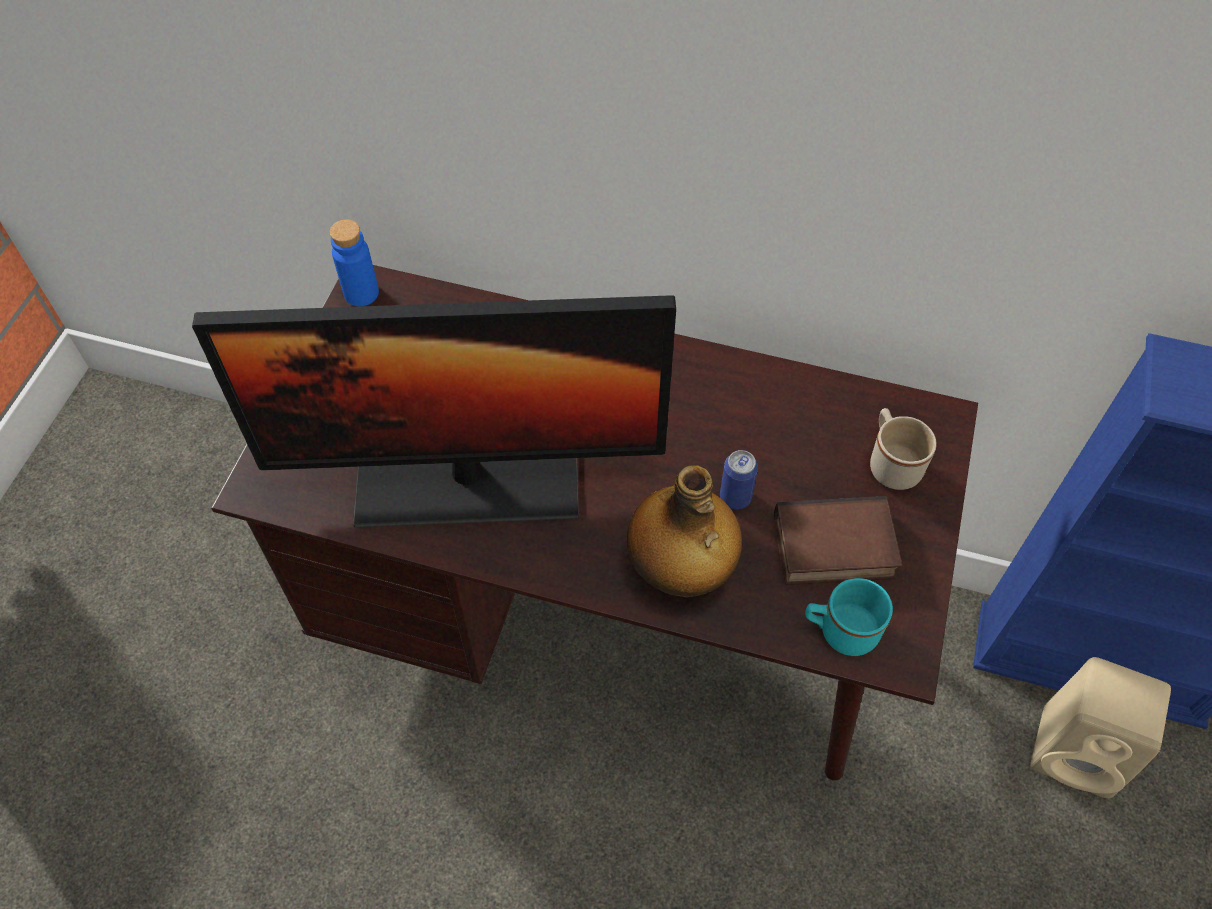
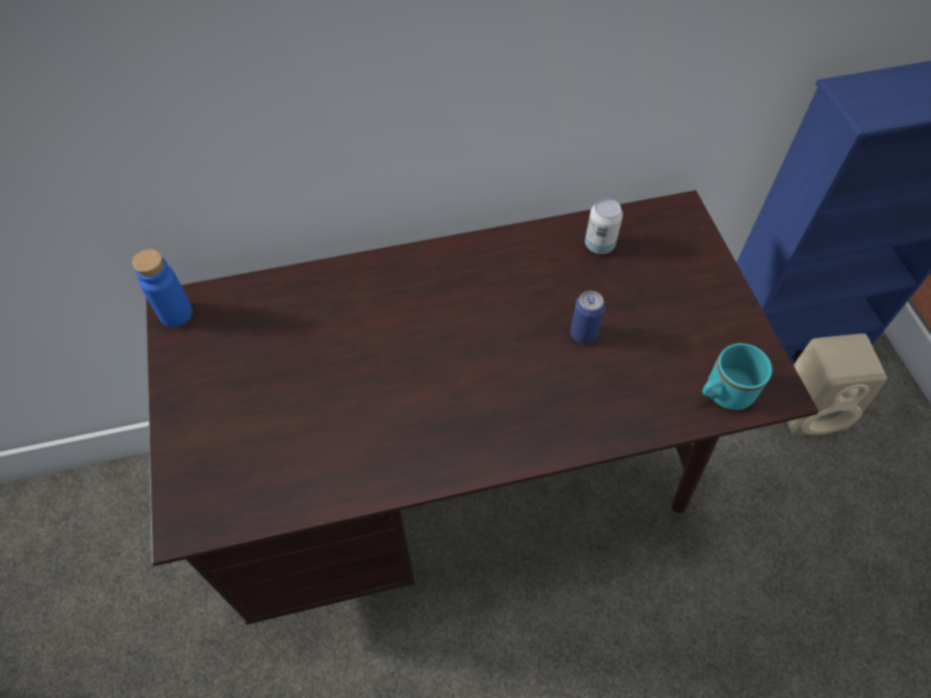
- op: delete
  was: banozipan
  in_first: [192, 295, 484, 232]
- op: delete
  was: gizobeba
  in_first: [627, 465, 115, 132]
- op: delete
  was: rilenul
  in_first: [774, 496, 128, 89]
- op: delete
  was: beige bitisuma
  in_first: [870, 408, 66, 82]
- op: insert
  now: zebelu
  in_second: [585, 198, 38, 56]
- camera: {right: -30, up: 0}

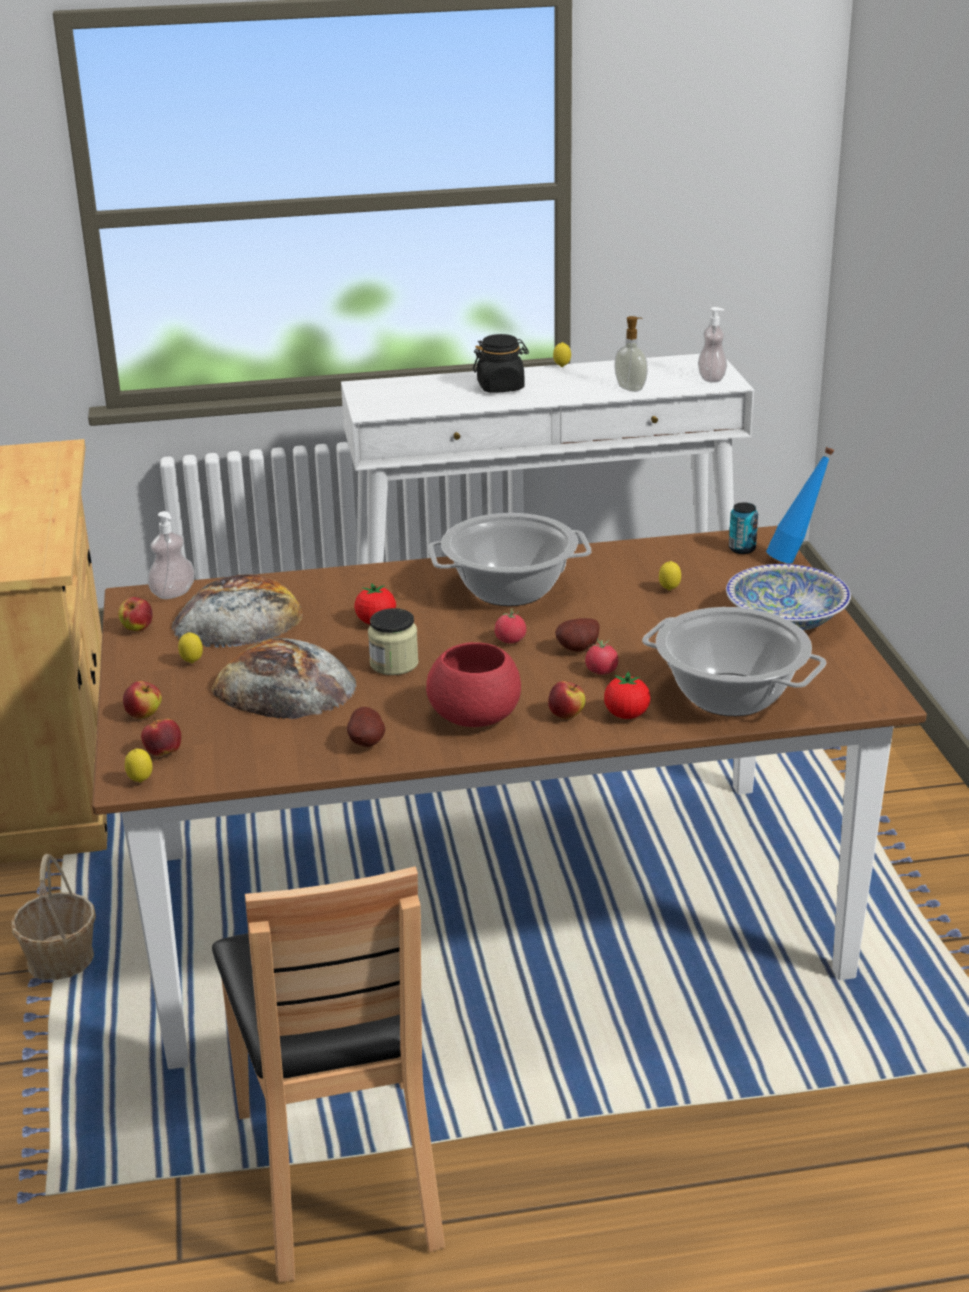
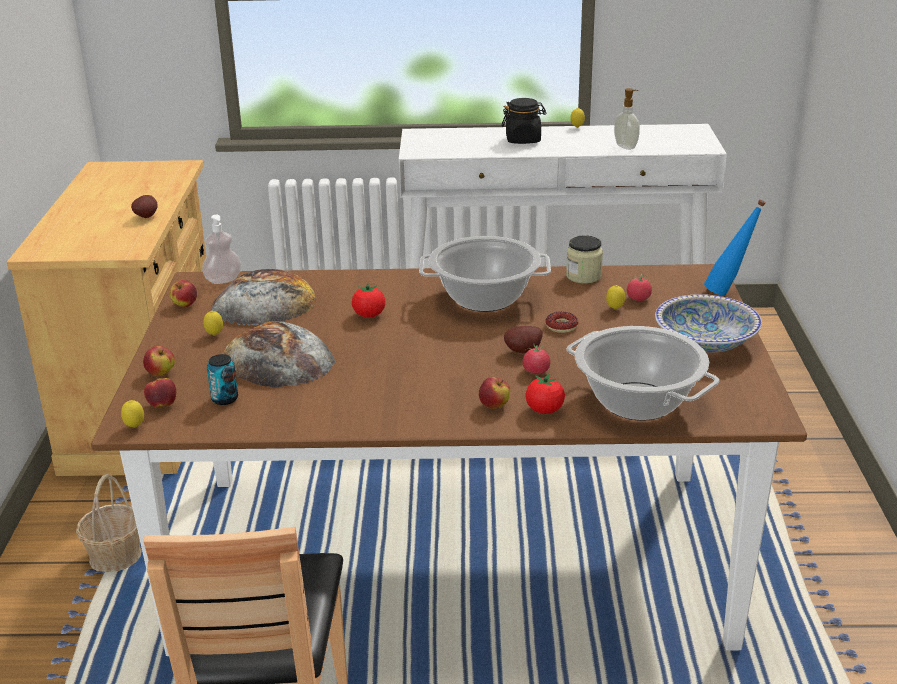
- op: move
  was: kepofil
  in_first: [347, 707, 38, 40]
  in_second: [131, 195, 27, 23]
- op: move
  was: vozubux
  in_first: [368, 608, 51, 67]
  in_second: [566, 235, 37, 49]
- op: delete
  was: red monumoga
  in_first: [426, 642, 95, 85]
- op: move
  was: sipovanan
  in_first: [495, 608, 31, 35]
  in_second: [627, 274, 25, 27]
- op: delete
  was: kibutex
  in_first: [698, 307, 29, 75]
- op: move
  was: zebelu
  in_first: [729, 503, 29, 51]
  in_second: [207, 354, 31, 51]
- op: insert
  now: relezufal
  in_second: [546, 311, 32, 22]
- camera: {right: 10, up: 0}

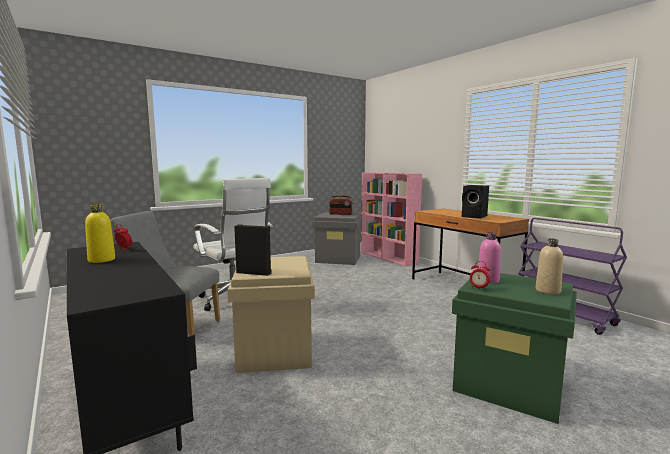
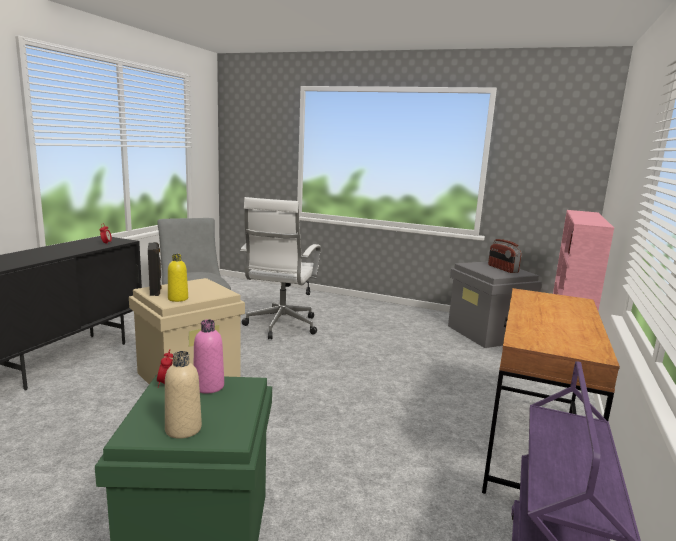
- op: move
  was: yellow gizobeba
  in_first: [85, 205, 30, 58]
  in_second: [168, 254, 20, 48]
- op: delete
  was: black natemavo
  in_first: [462, 185, 27, 34]
- camera: {right: 55, up: 5}

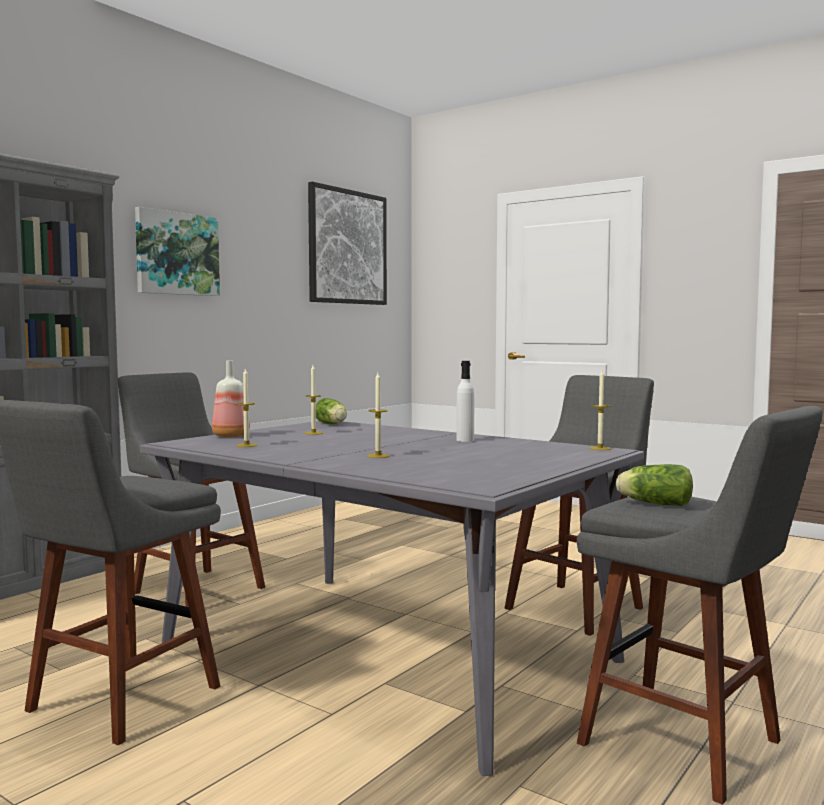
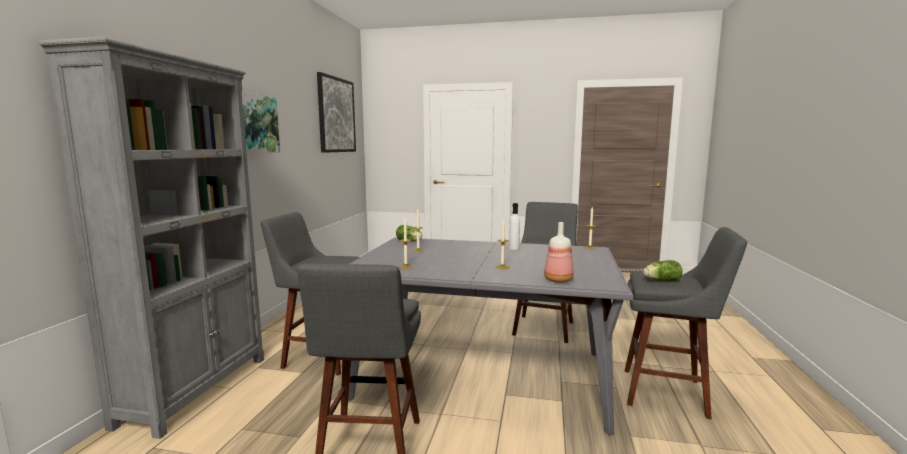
- op: move
  was: gizobeba
  in_first: [212, 360, 38, 77]
  in_second: [544, 222, 30, 60]
- camera: {right: -25, up: 5}

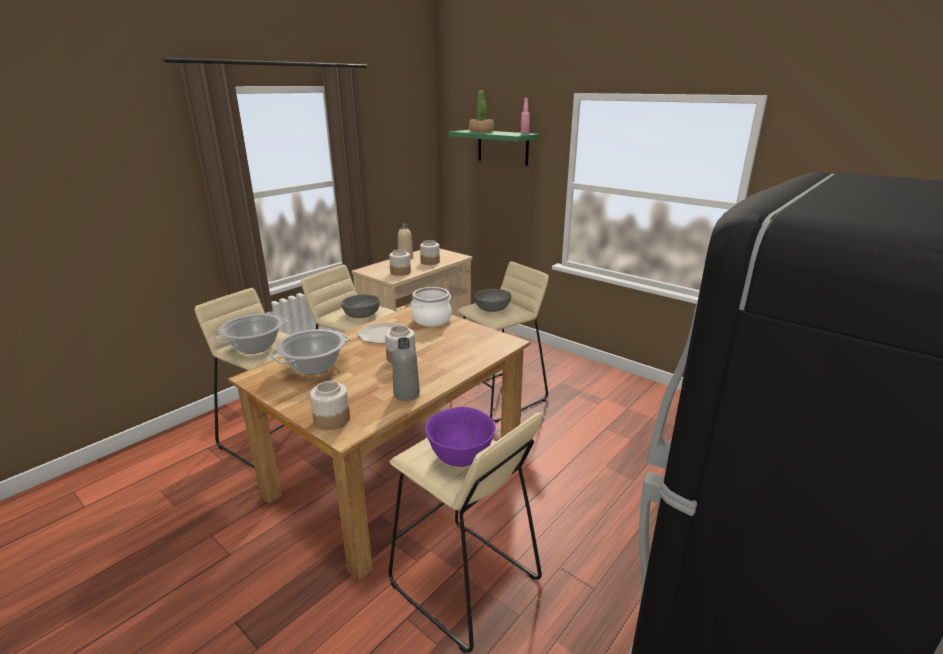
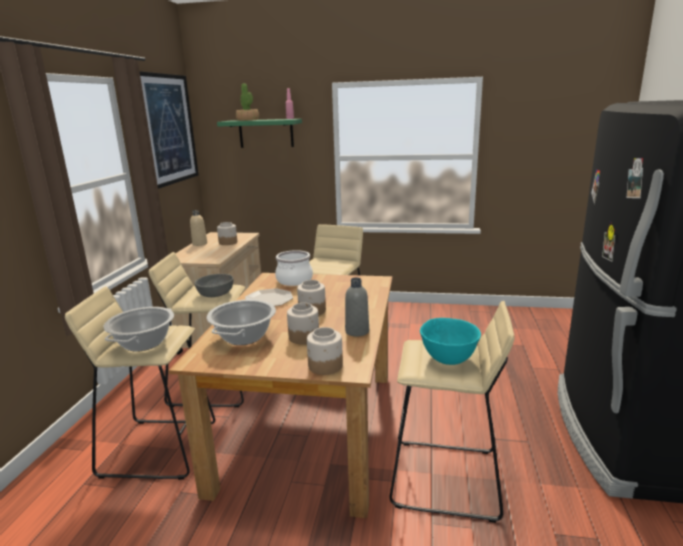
- op: move
  was: vozubux
  in_first: [389, 249, 22, 27]
  in_second: [287, 303, 32, 41]
- op: recolor
  was: purple monumoga
  now: turquoise monumoga
  in_first: [425, 407, 71, 60]
  in_second: [420, 318, 61, 47]
- op: delete
  was: grey monumoga
  in_first: [474, 289, 37, 23]
- op: insert
  now: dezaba
  in_second: [140, 71, 58, 118]
- camera: {right: -30, up: -5}

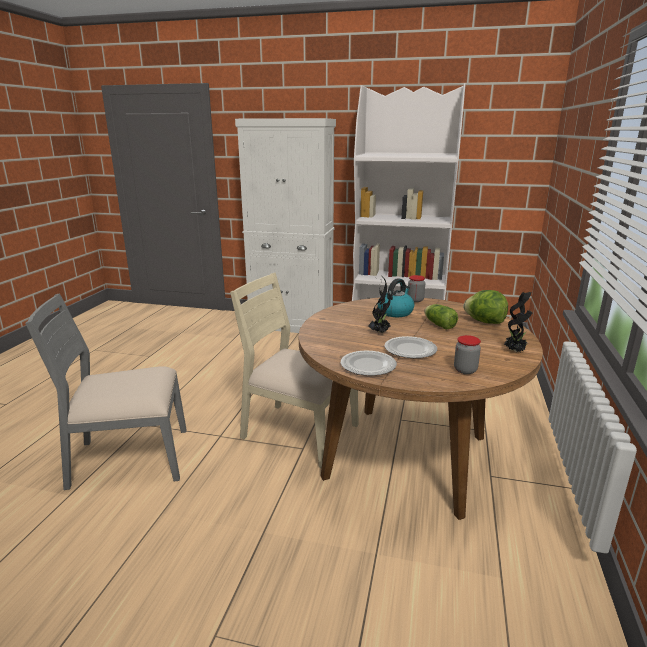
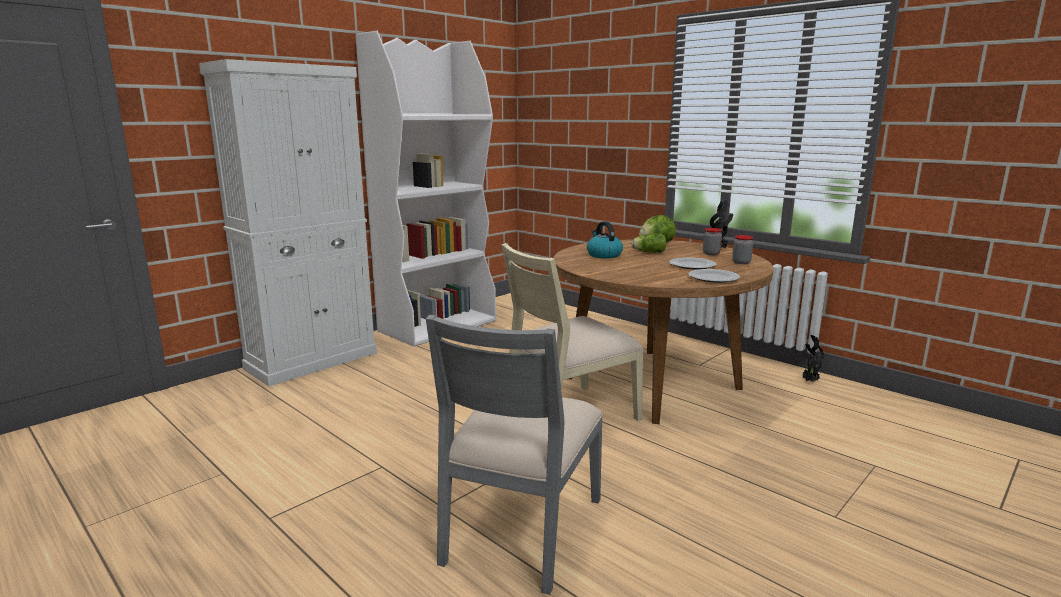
- op: move
  was: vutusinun
  in_first: [368, 278, 23, 55]
  in_second: [802, 335, 22, 47]
- op: move
  was: vozubux
  in_first: [408, 275, 17, 27]
  in_second: [703, 228, 19, 27]
- camera: {right: -60, up: -5}

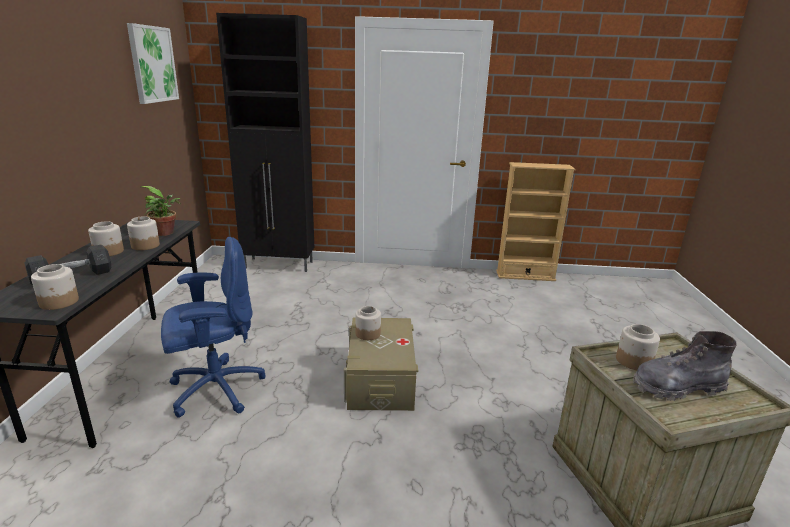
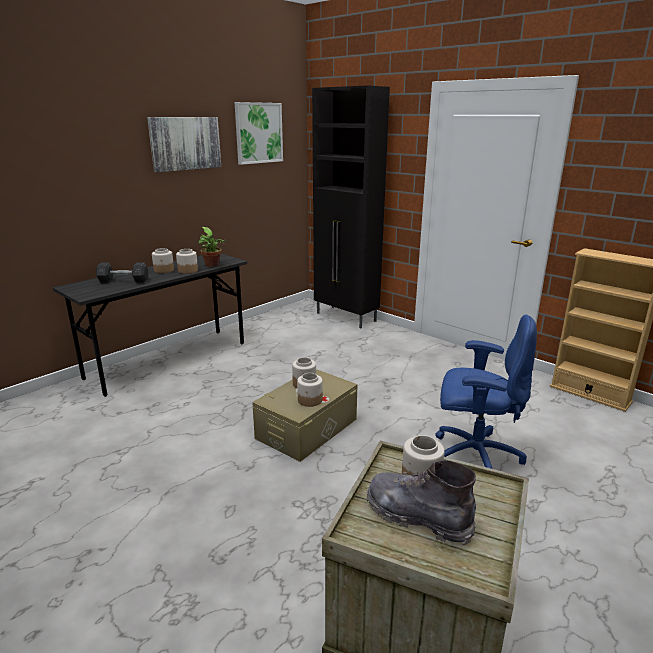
- op: move
  was: vozubux
  in_first: [31, 264, 48, 46]
  in_second: [297, 373, 26, 34]
- op: move
  was: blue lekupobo
  in_first: [161, 237, 104, 181]
  in_second: [435, 314, 102, 155]
- op: insert
  now: dezaba
  in_second: [147, 117, 74, 55]
- camera: {right: 40, up: 0}

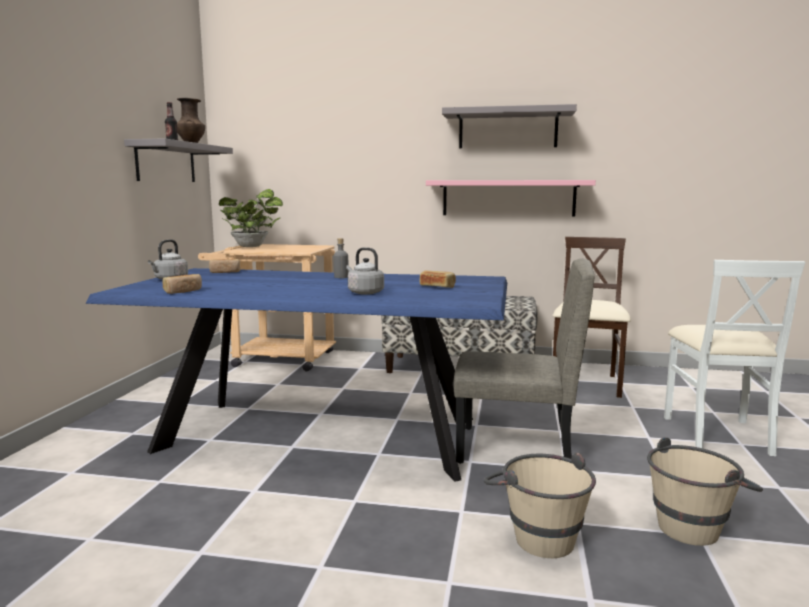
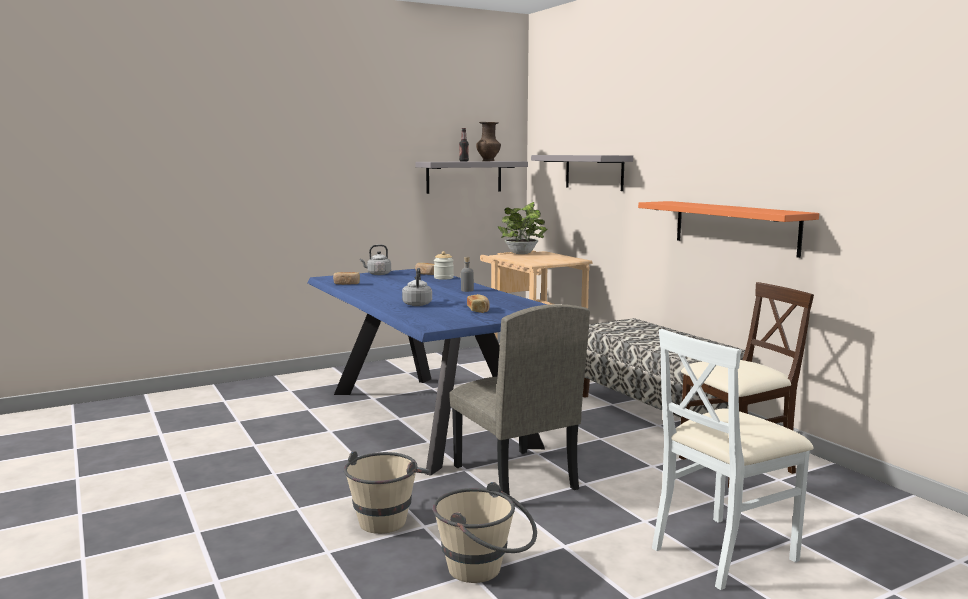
- op: recolor
  was: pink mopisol
  now: orange mopisol
  in_first: [426, 180, 170, 36]
  in_second: [638, 201, 181, 57]
- op: move
  was: grey mopisol
  in_first: [442, 104, 135, 44]
  in_second: [531, 155, 102, 36]
- op: insert
  now: vozubux
  in_second: [434, 251, 20, 28]
- camera: {right: 50, up: 0}

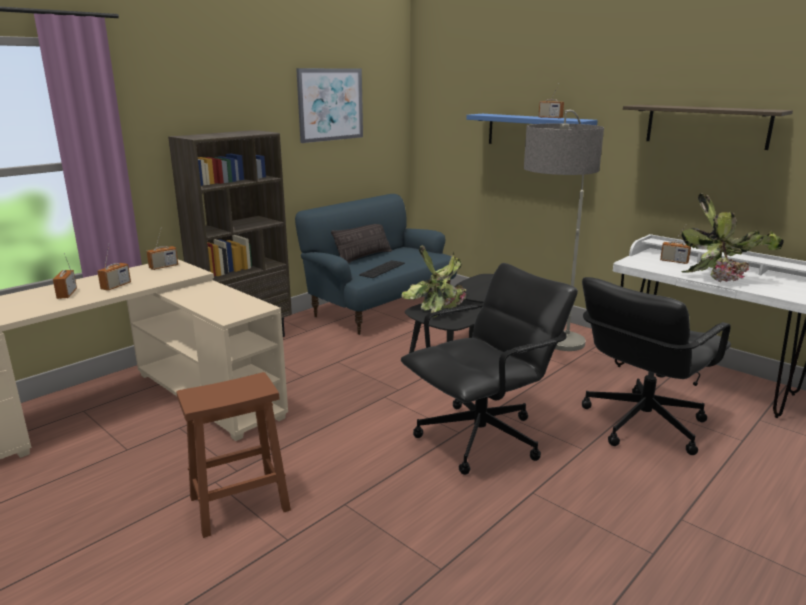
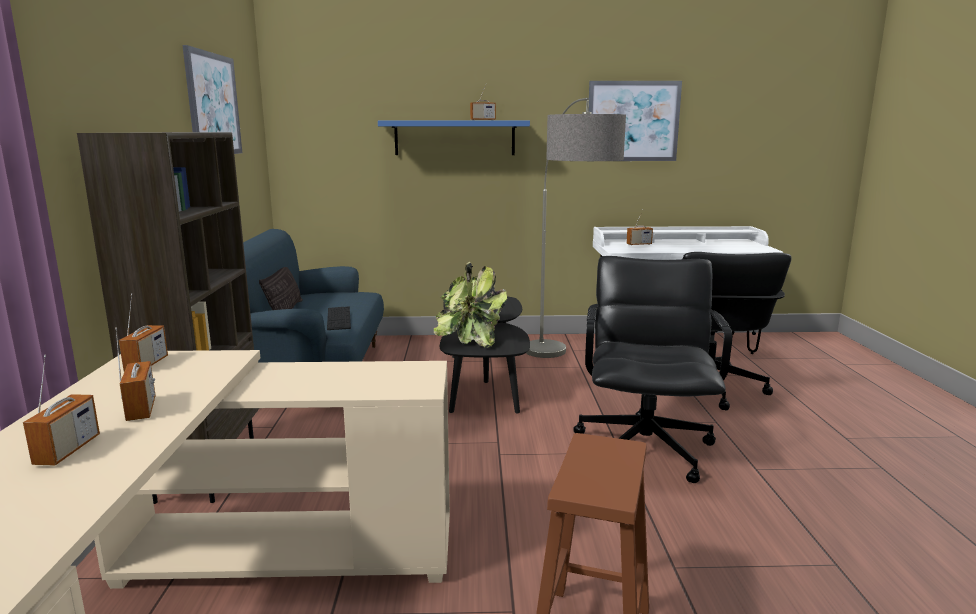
- op: rotate
  was: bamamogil
  in_first: [53, 253, 24, 46]
  in_second: [23, 354, 77, 111]
  clockwise: -120
- op: replace
  was: mopisol
  now: dezaba
  in_first: [623, 105, 170, 45]
  in_second: [588, 81, 94, 80]
- op: delete
  was: vutusinun
  in_first: [681, 193, 103, 90]
- camera: {right: -45, up: -5}

